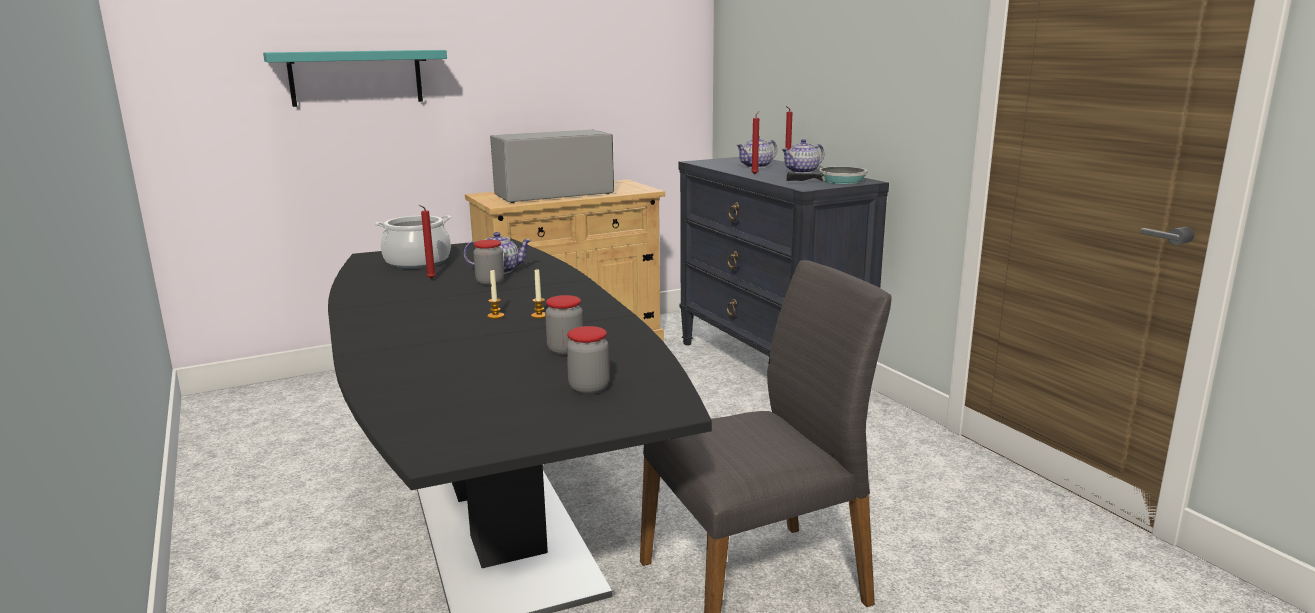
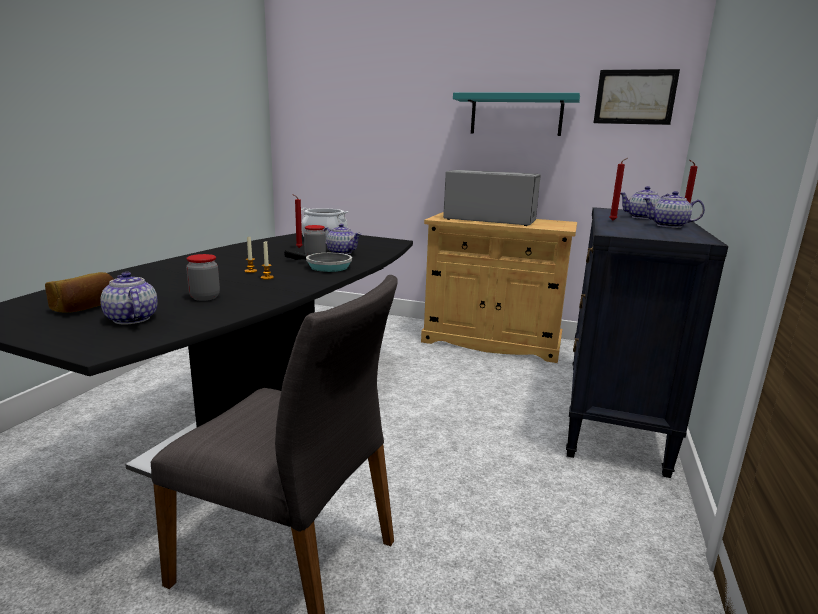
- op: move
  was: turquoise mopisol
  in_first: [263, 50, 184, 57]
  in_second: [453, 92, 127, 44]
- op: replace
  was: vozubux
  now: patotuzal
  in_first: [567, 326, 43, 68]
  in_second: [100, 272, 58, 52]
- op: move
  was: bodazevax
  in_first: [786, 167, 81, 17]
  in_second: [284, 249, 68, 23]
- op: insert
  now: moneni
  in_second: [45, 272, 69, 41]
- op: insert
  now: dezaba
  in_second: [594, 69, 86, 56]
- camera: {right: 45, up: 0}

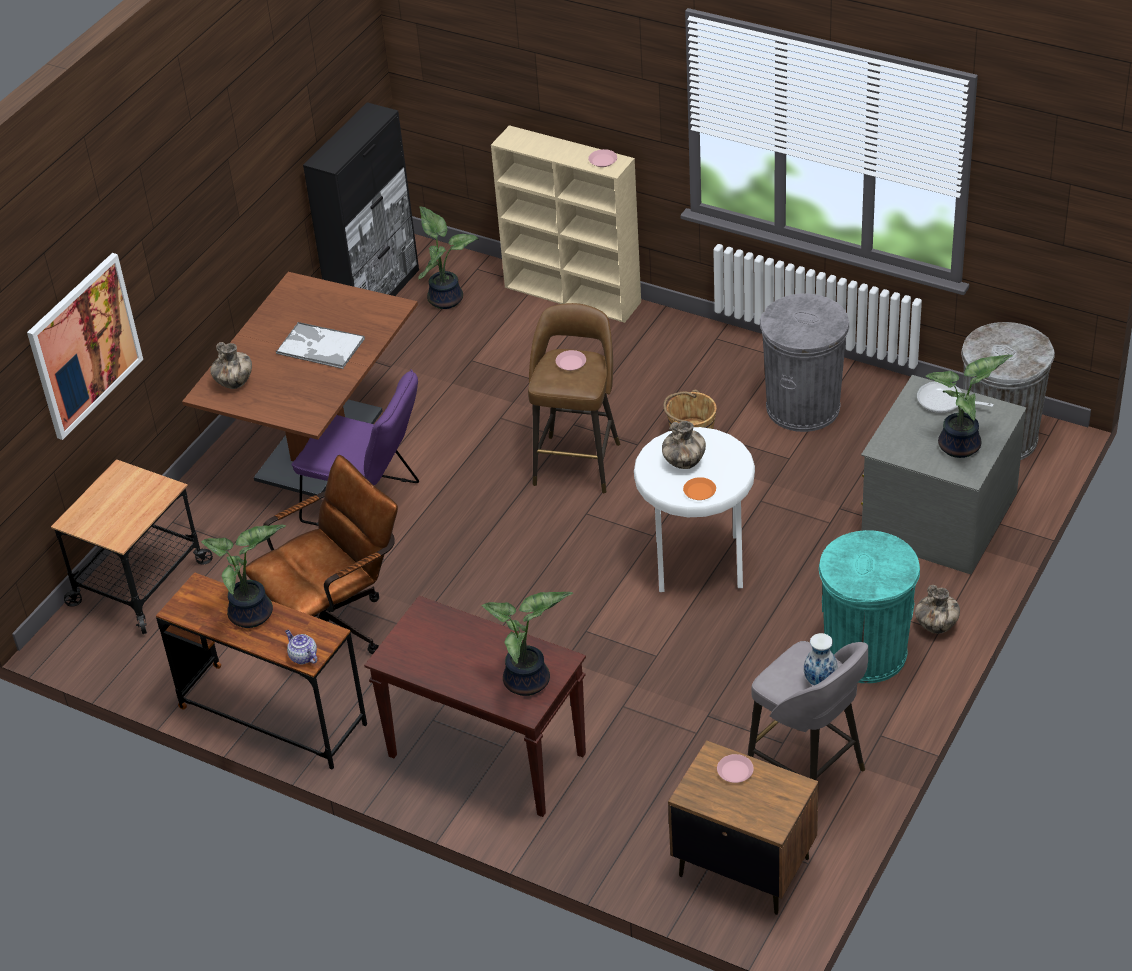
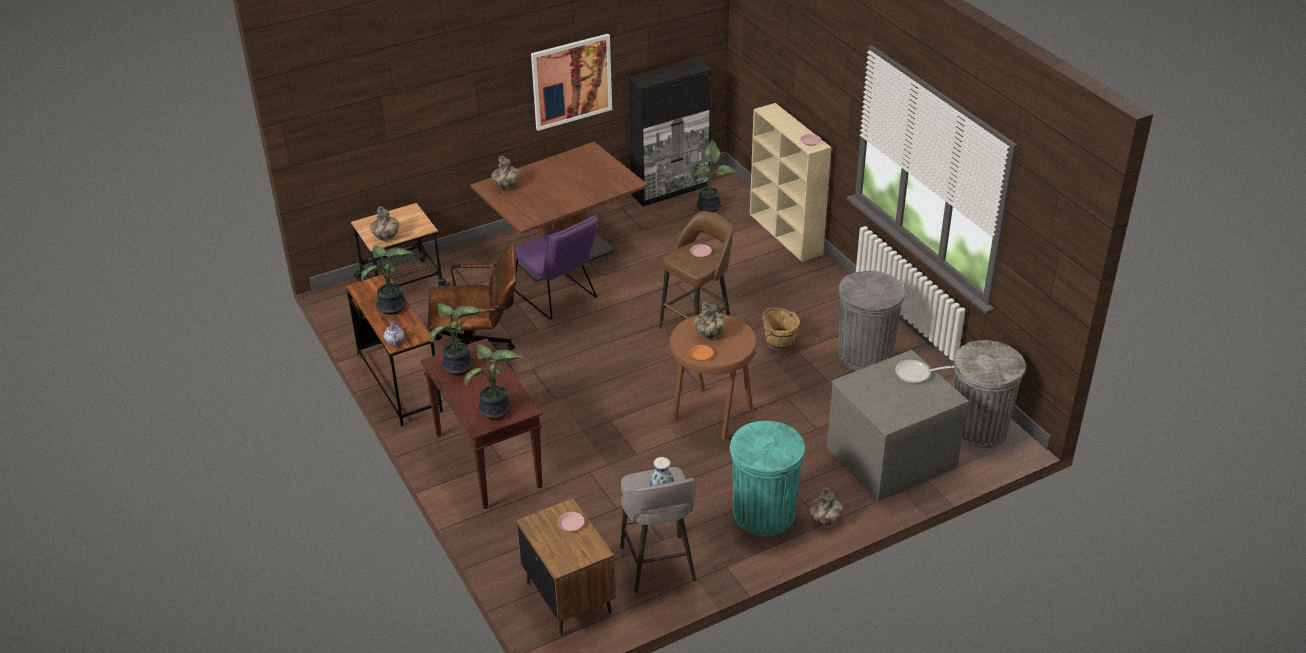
- op: move
  was: dezaba
  in_first: [27, 253, 116, 187]
  in_second: [531, 34, 81, 97]
- op: delete
  was: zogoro
  in_first: [276, 322, 89, 47]
- op: recolor
  was: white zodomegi
  now: brown zodomegi
  in_first: [634, 427, 121, 165]
  in_second: [669, 314, 88, 126]
- op: rotate
  was: bodazevax
  in_first: [917, 381, 77, 32]
  in_second: [895, 360, 60, 23]
  clockwise: -60
- op: move
  was: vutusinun
  in_first: [925, 354, 88, 104]
  in_second: [430, 303, 55, 72]
- op: insert
  now: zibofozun
  in_second: [370, 206, 29, 35]
- camera: {right: 30, up: -5}

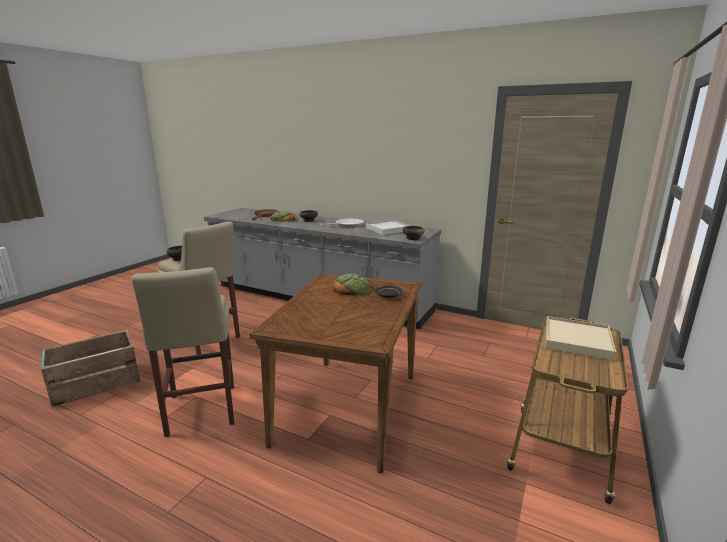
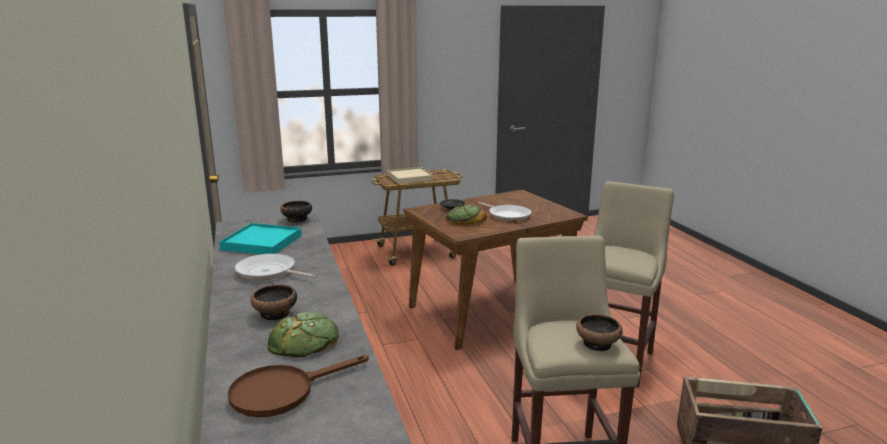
- op: recolor
  was: white zogoro
  now: turquoise zogoro
  in_first: [365, 220, 45, 15]
  in_second: [219, 223, 83, 31]
- op: insert
  now: bodazevax
  in_second: [479, 202, 52, 19]
- camera: {right: -135, up: 0}

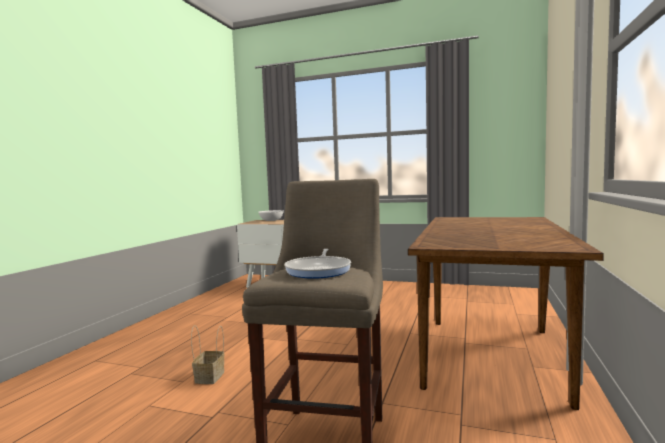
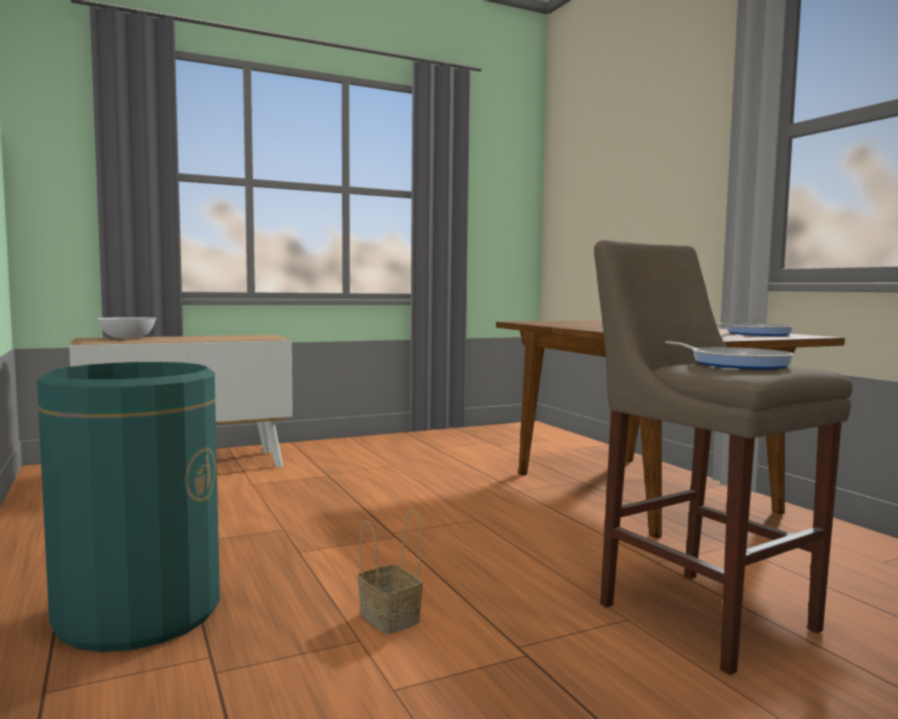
- op: insert
  now: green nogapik
  in_second: [37, 362, 183, 290]
- op: insert
  now: bodazevax
  in_second: [716, 323, 77, 13]
- camera: {right: -45, up: 0}

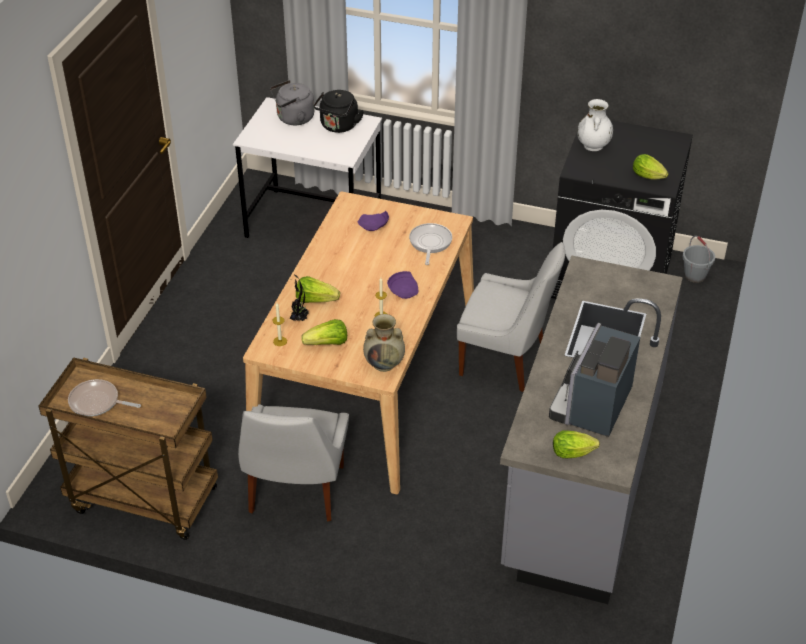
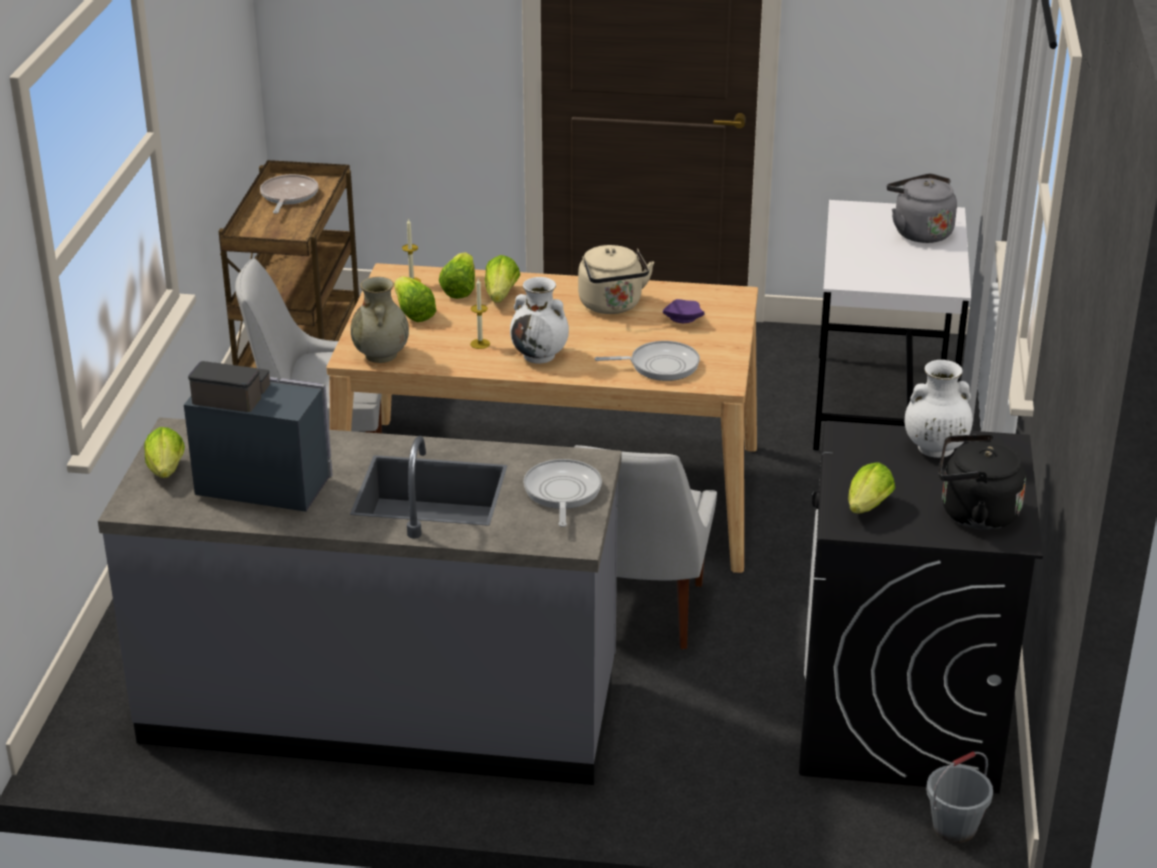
- op: replace
  was: vutusinun
  now: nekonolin
  in_first: [290, 275, 19, 46]
  in_second: [439, 252, 36, 47]
- op: move
  was: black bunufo
  in_first: [313, 90, 51, 43]
  in_second: [938, 434, 88, 96]
- op: replace
  was: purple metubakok
  now: white zibofozun
  in_first: [387, 271, 32, 28]
  in_second: [510, 277, 59, 87]
- op: insert
  now: bodazevax
  in_second: [523, 459, 79, 68]
- op: insert
  now: beige bunufo
  in_second: [578, 245, 76, 69]
- camera: {right: 80, up: -10}

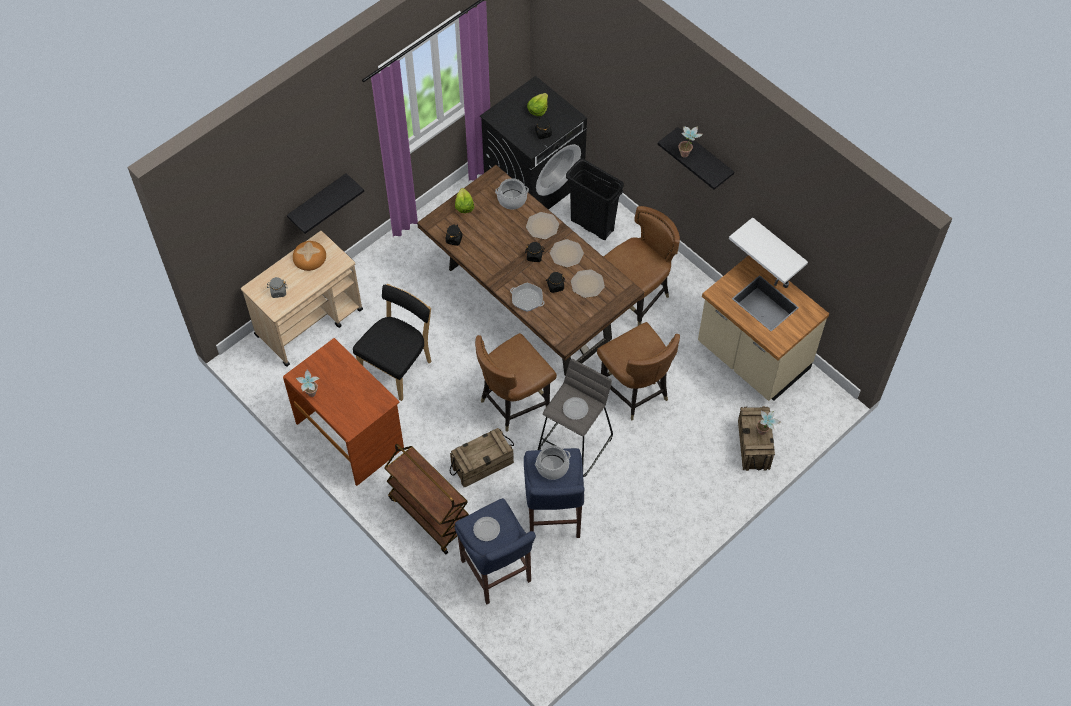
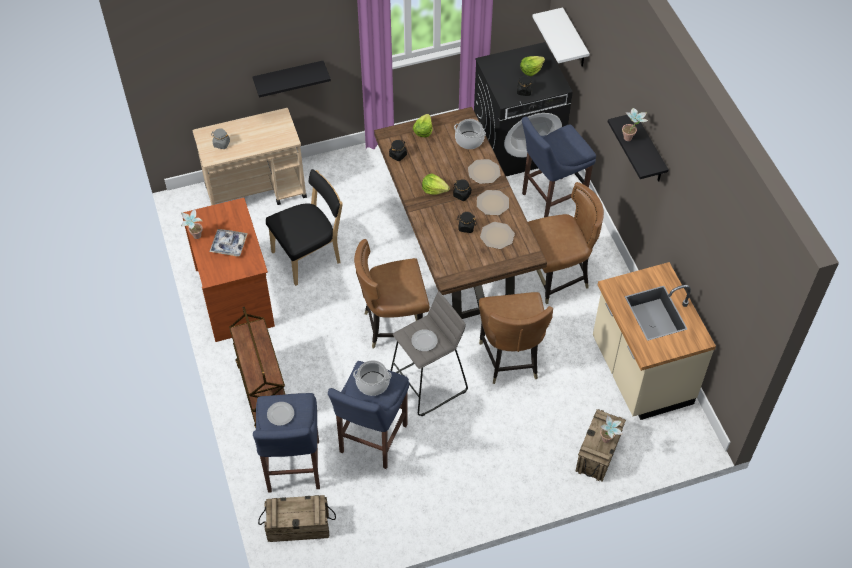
- op: delete
  was: moneni
  in_first: [293, 241, 33, 30]
- op: move
  was: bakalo
  in_first: [450, 428, 64, 59]
  in_second: [258, 495, 78, 47]
- op: delete
  was: bodazevax
  in_first: [510, 283, 34, 29]
- op: replace
  was: black nogapik
  now: blue zodomegi
  in_first: [566, 159, 58, 81]
  in_second: [522, 116, 74, 101]
- op: move
  was: white mopisol
  in_first: [729, 217, 79, 67]
  in_second: [533, 7, 57, 60]
- op: insert
  now: zogoro
  in_second: [209, 229, 39, 27]
- op: insert
  now: nekonolin
  in_second: [422, 173, 28, 22]
- camera: {right: 25, up: -5}

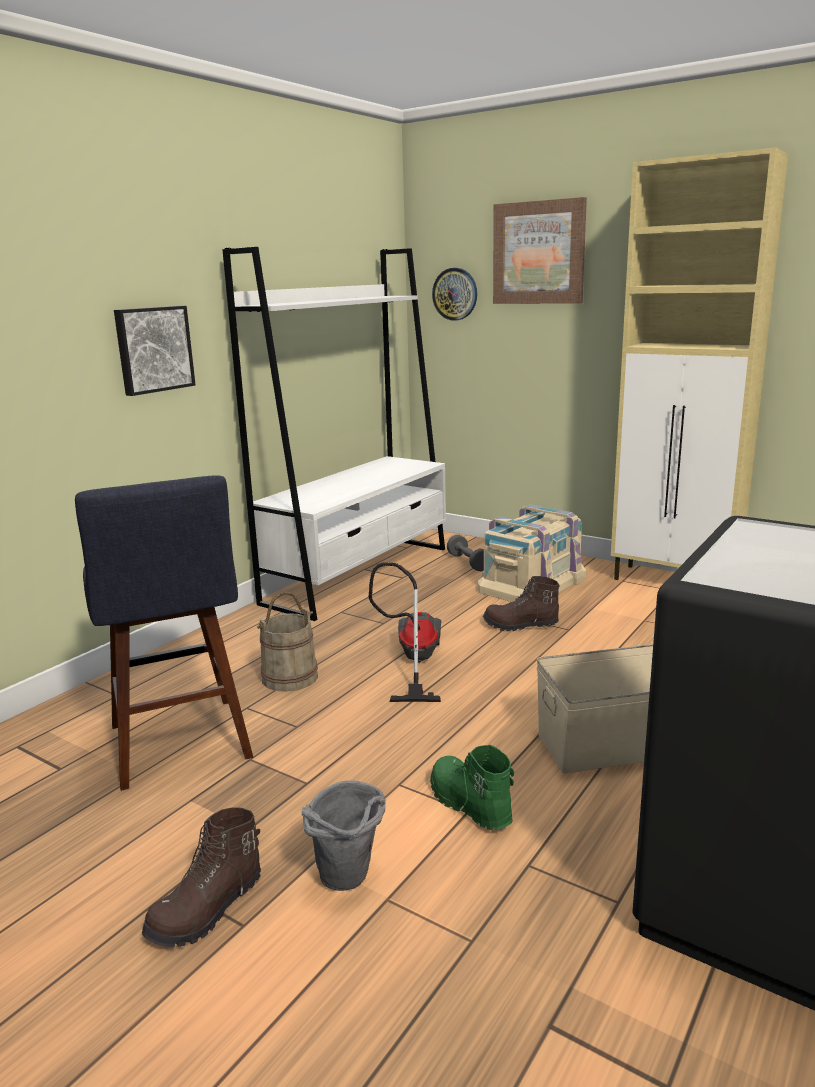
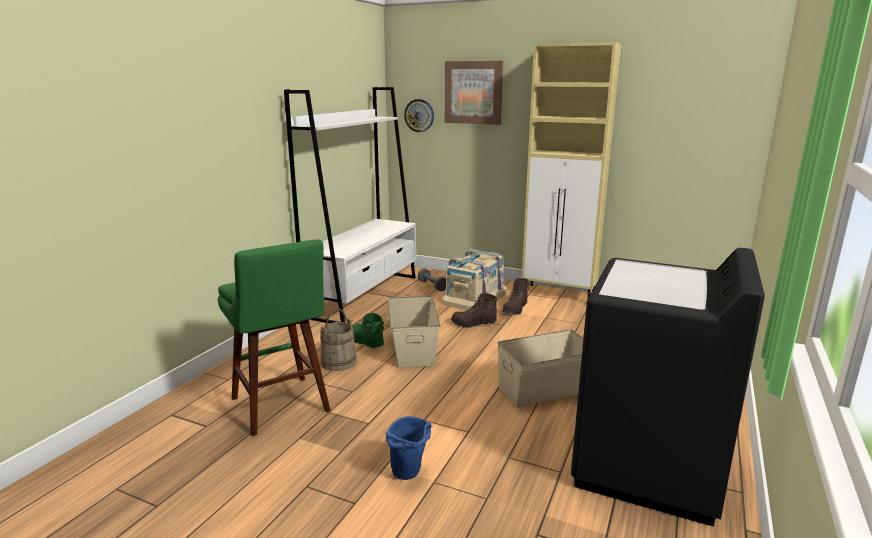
- op: recolor
  was: blue zodomegi
  now: green zodomegi
  in_first: [75, 475, 178, 316]
  in_second: [218, 240, 113, 196]
- op: delete
  was: dezaba
  in_first: [114, 306, 82, 90]
- op: move
  was: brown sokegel
  in_first: [142, 807, 119, 141]
  in_second: [502, 278, 28, 37]
- op: recolor
  was: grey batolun
  now: blue batolun
  in_first: [302, 780, 83, 111]
  in_second: [386, 416, 46, 64]
- op: replace
  was: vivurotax
  now: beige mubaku
  in_first: [368, 562, 73, 140]
  in_second: [388, 296, 52, 72]
- op: move
  was: green sokegel
  in_first: [430, 745, 84, 85]
  in_second: [352, 313, 32, 35]
- camera: {right: -10, up: 0}

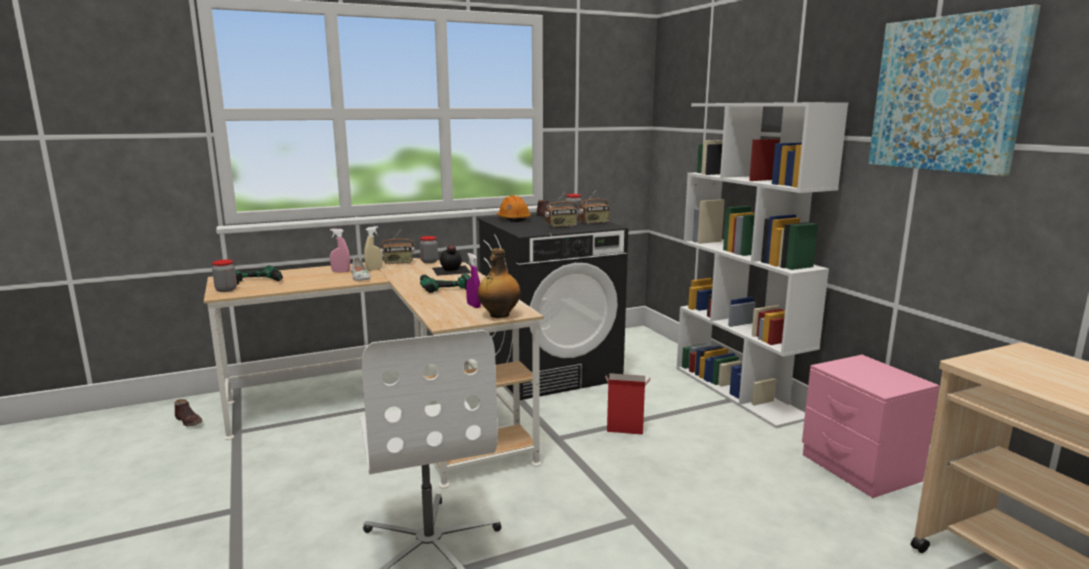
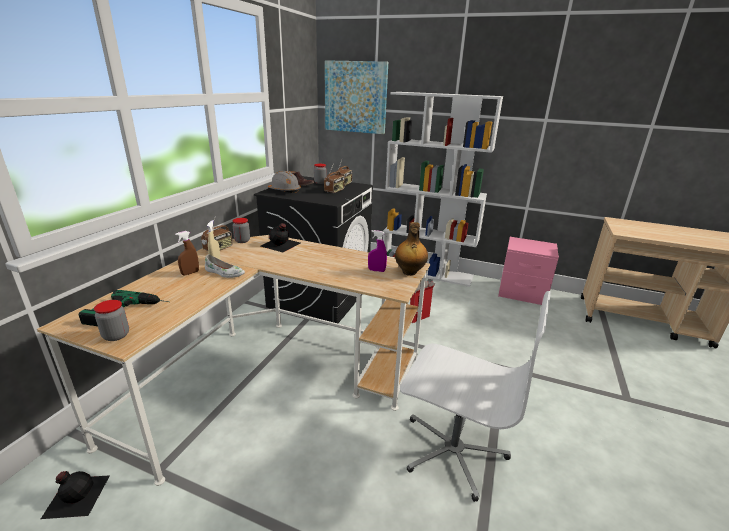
- op: replace
  was: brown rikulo
  now: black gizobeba
  in_first: [175, 399, 28, 27]
  in_second: [41, 471, 69, 48]
- op: recolor
  was: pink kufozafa
  now: brown kufozafa
  in_first: [330, 229, 20, 43]
  in_second: [175, 231, 24, 45]
- op: delete
  was: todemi
  in_first: [420, 274, 50, 19]
- op: recolor
  was: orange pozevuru
  now: grey pozevuru
  in_first: [497, 195, 34, 27]
  in_second: [267, 171, 34, 22]
- op: move
  was: dezaba
  in_first: [868, 5, 173, 171]
  in_second: [325, 60, 63, 74]
- camera: {right: -45, up: 10}

